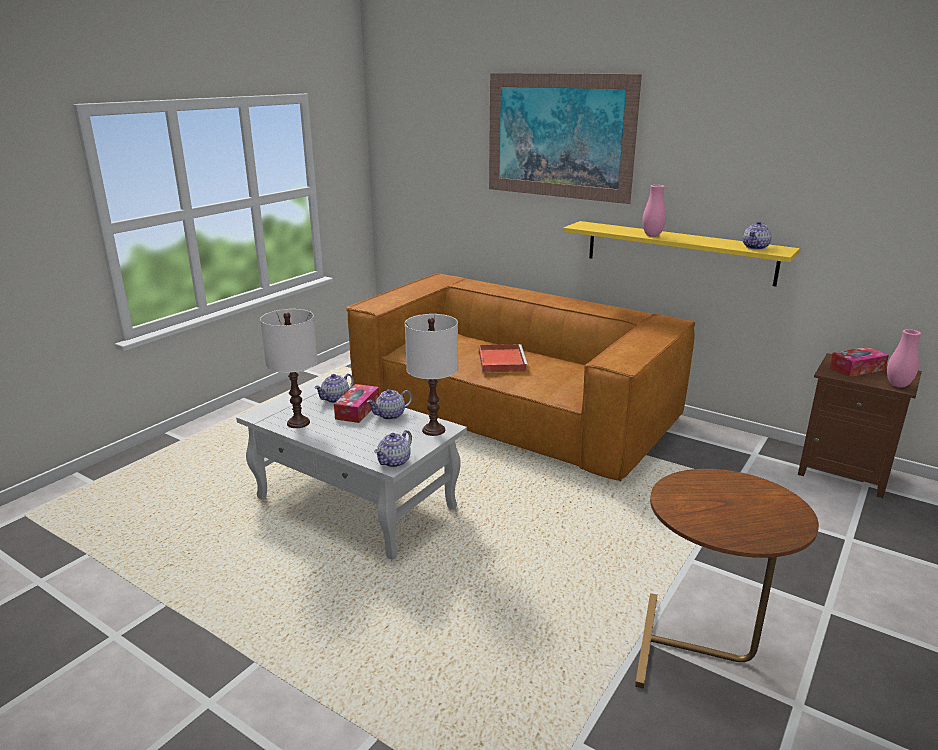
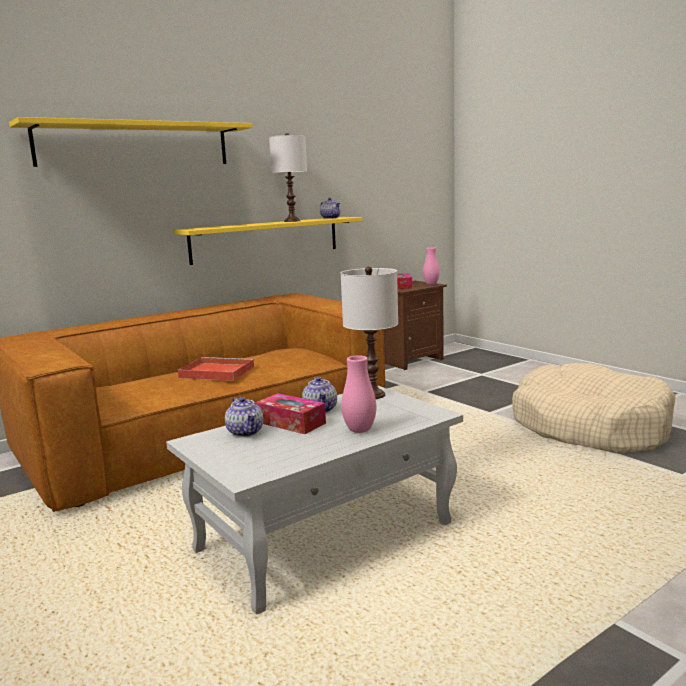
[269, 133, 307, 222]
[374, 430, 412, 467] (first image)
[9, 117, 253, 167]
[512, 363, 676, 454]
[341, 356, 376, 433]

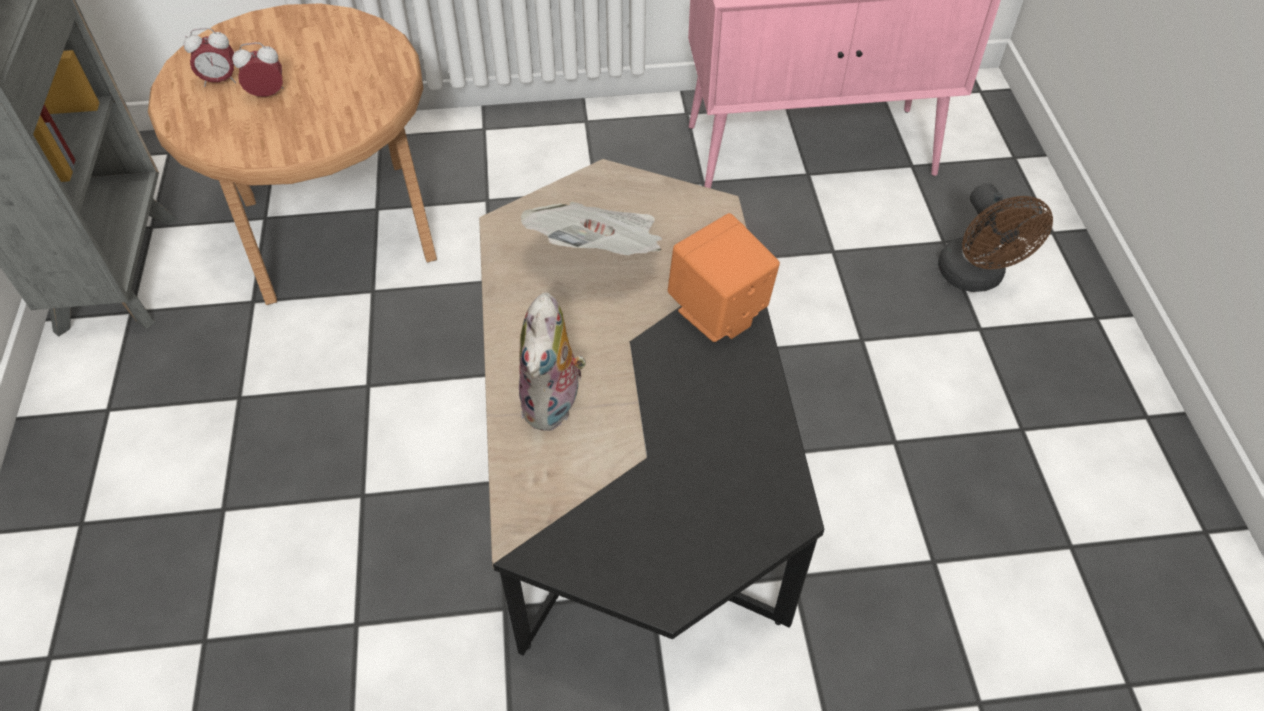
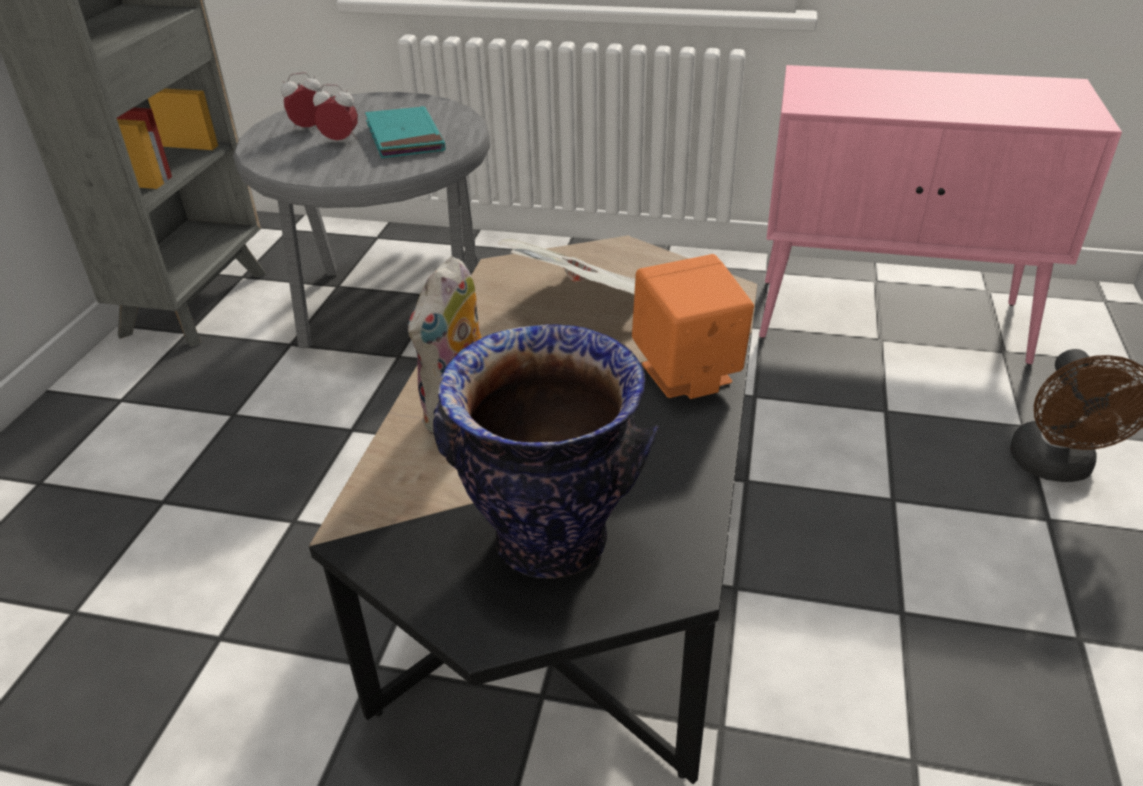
[233, 92, 490, 348]
[281, 72, 322, 129]
[365, 106, 445, 158]
[433, 324, 659, 578]

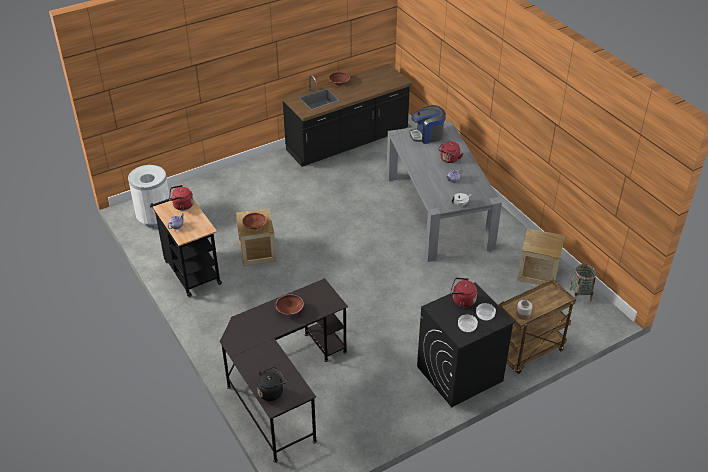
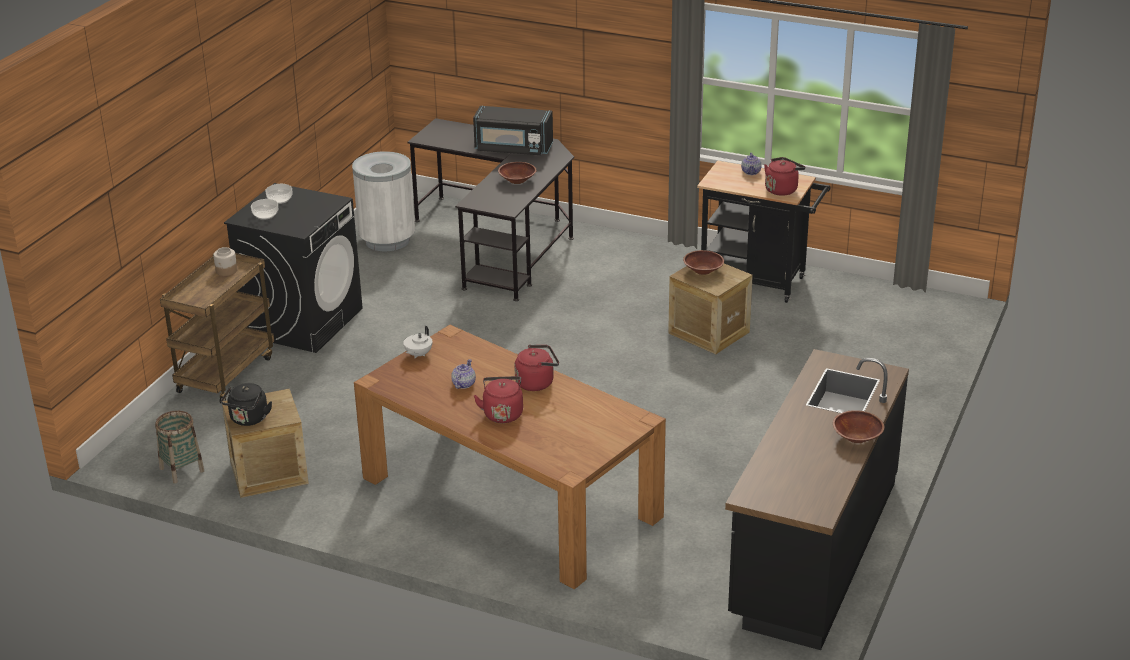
[352, 151, 415, 251]
[221, 383, 272, 426]
[354, 325, 666, 589]
[409, 105, 446, 144] (first image)
[514, 345, 559, 391]
[473, 106, 553, 155]

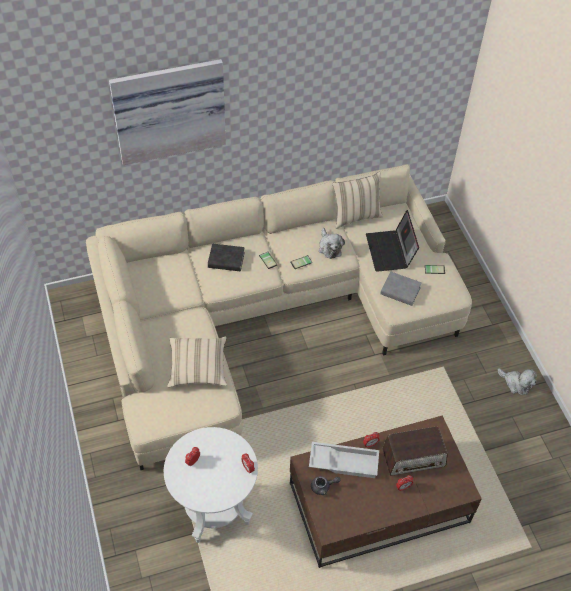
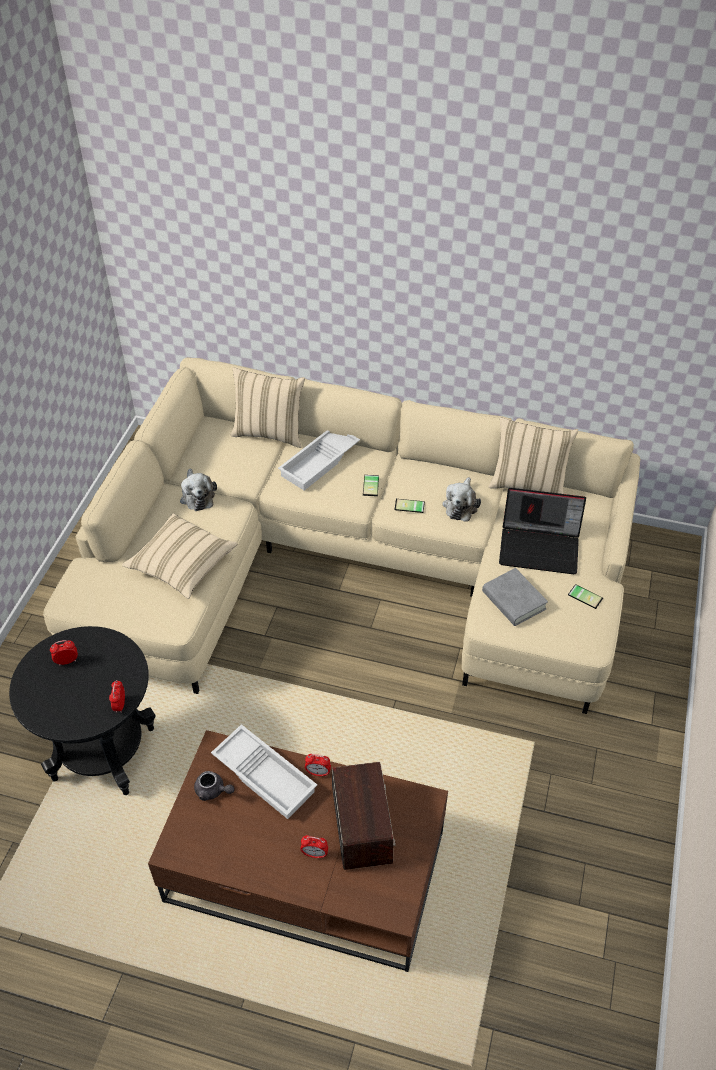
[109, 59, 226, 165] (first image)
[9, 626, 155, 795]
[278, 431, 360, 491]
[499, 488, 586, 574]
[332, 762, 396, 870]
[180, 469, 217, 511]
[231, 367, 305, 448]

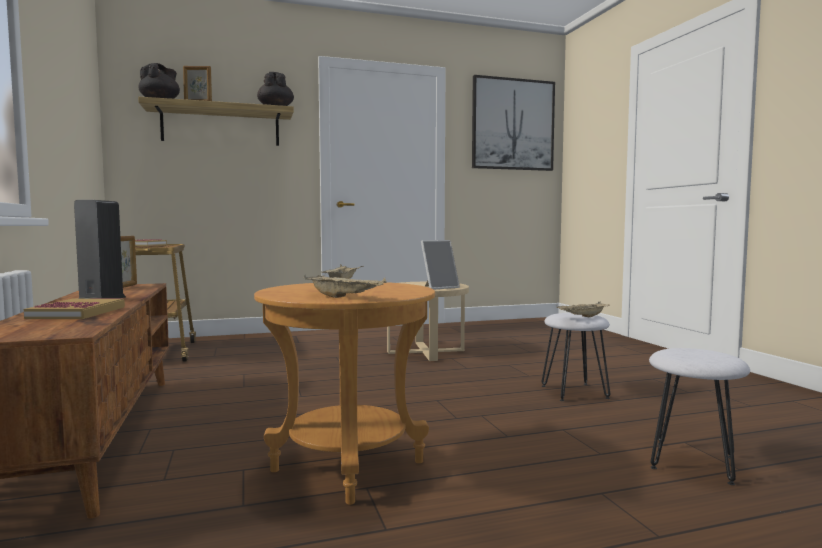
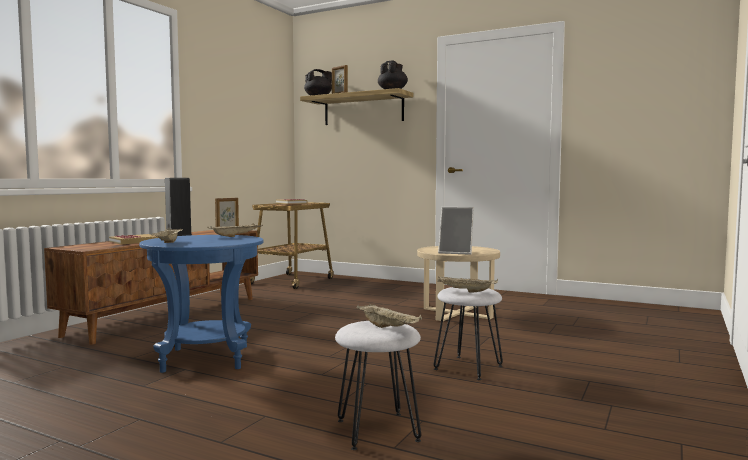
[139, 235, 264, 373]
[472, 75, 555, 171] (first image)
[357, 304, 422, 328]

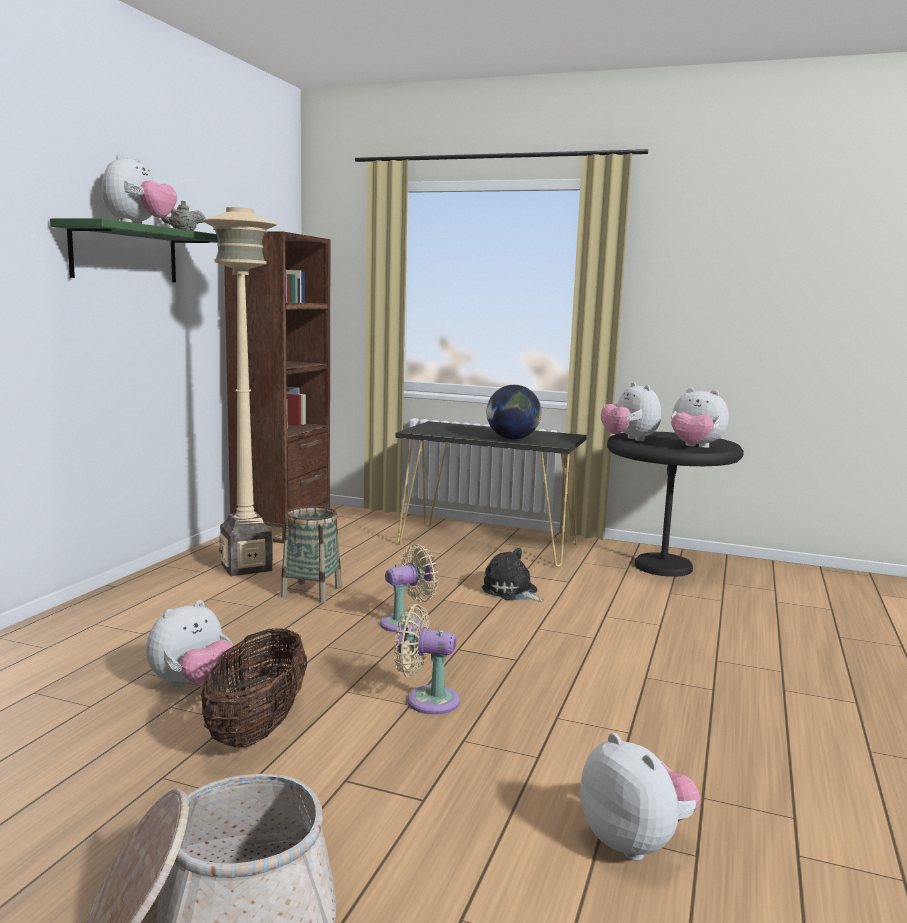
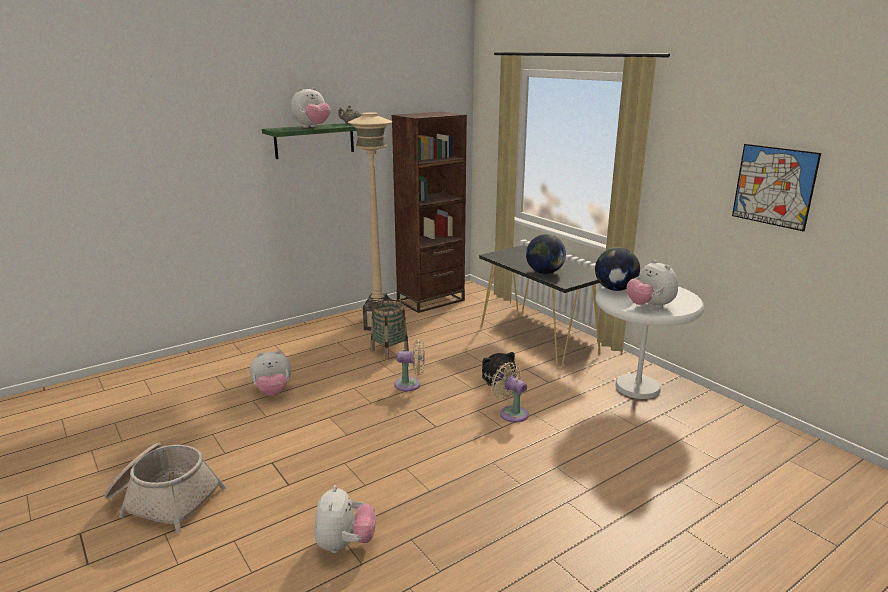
[201, 628, 307, 747] (first image)
[491, 362, 529, 423]
[595, 247, 640, 291]
[595, 286, 704, 399]
[732, 144, 821, 232]

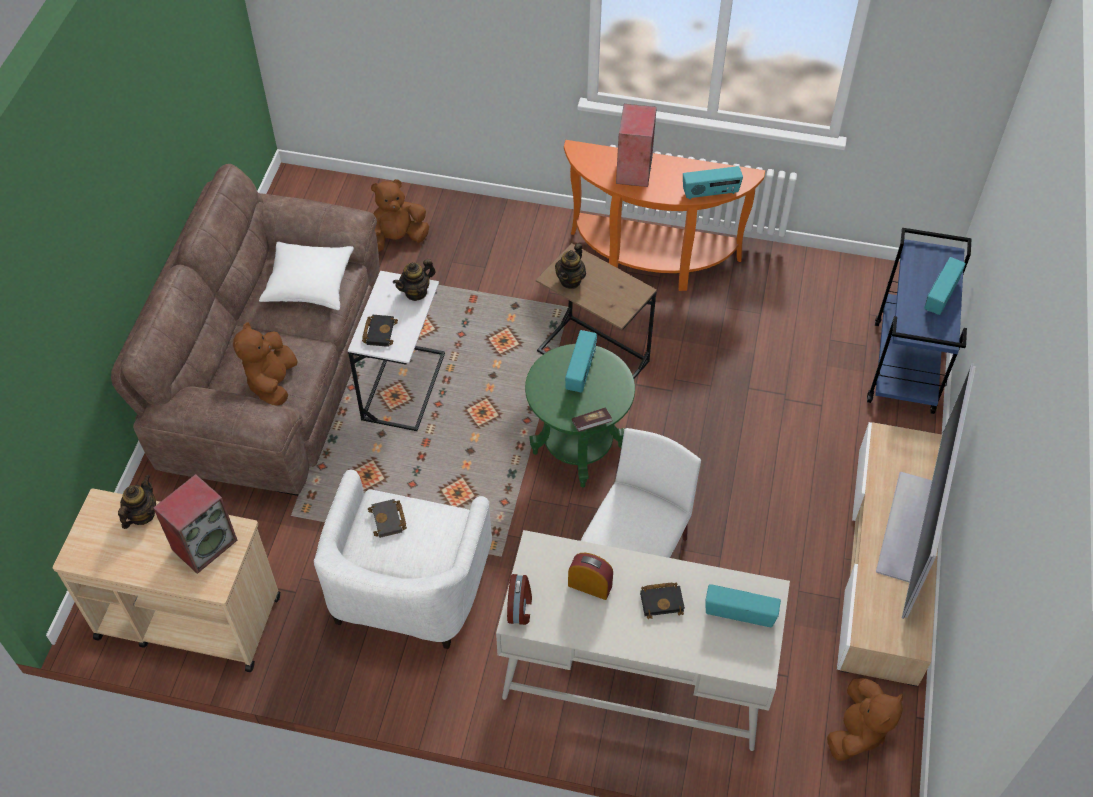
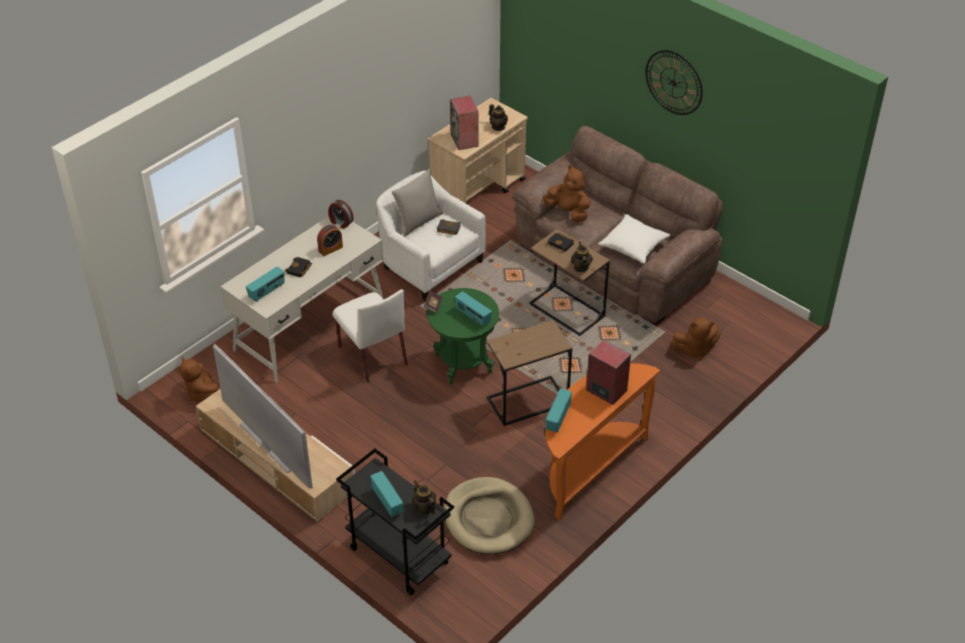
[529, 229, 610, 336]
[670, 317, 721, 360]
[412, 480, 436, 515]
[336, 449, 454, 595]
[392, 169, 443, 237]
[444, 477, 534, 554]
[645, 50, 703, 115]

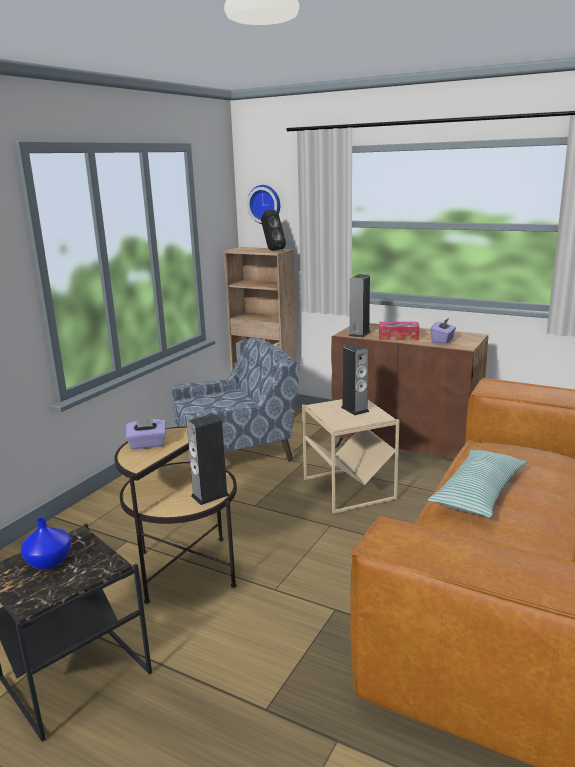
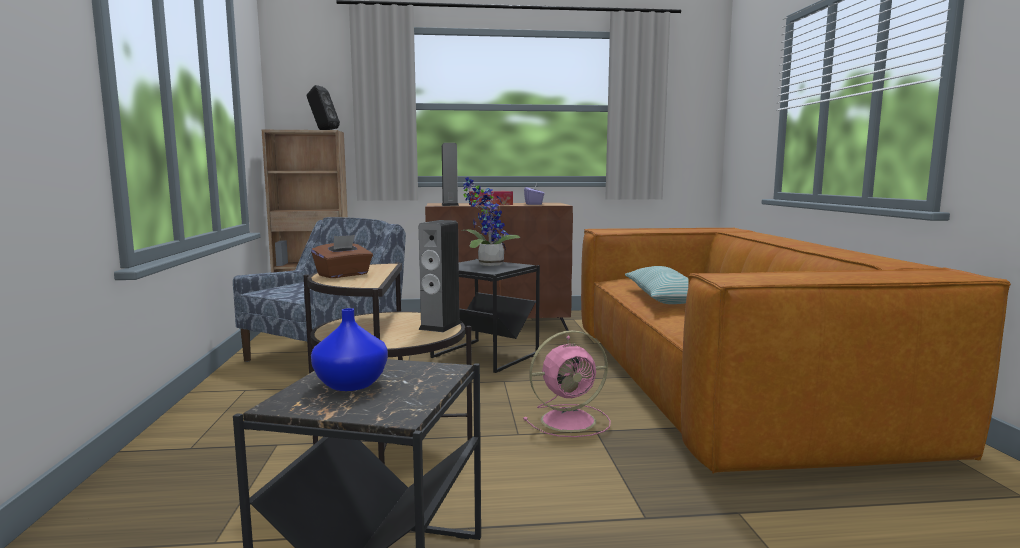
[311, 235, 373, 278]
[247, 185, 280, 224] (first image)
[430, 259, 540, 373]
[461, 177, 520, 266]
[523, 330, 611, 437]

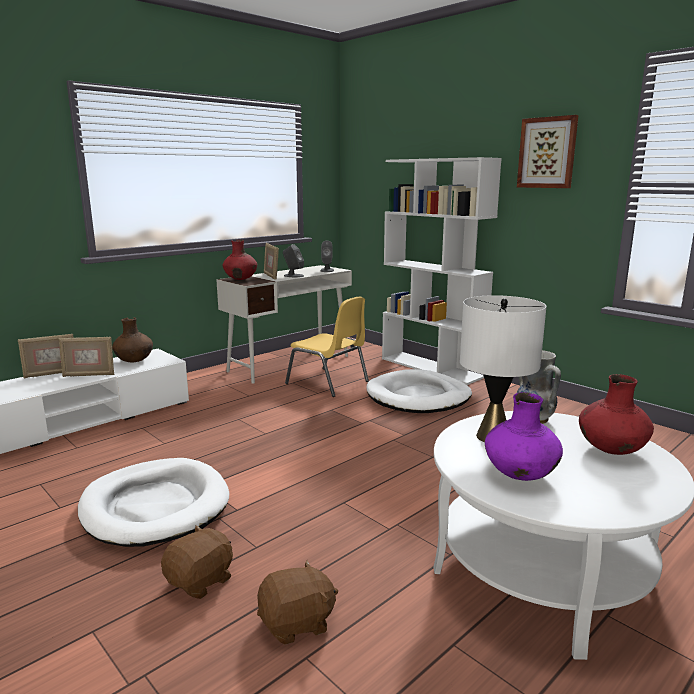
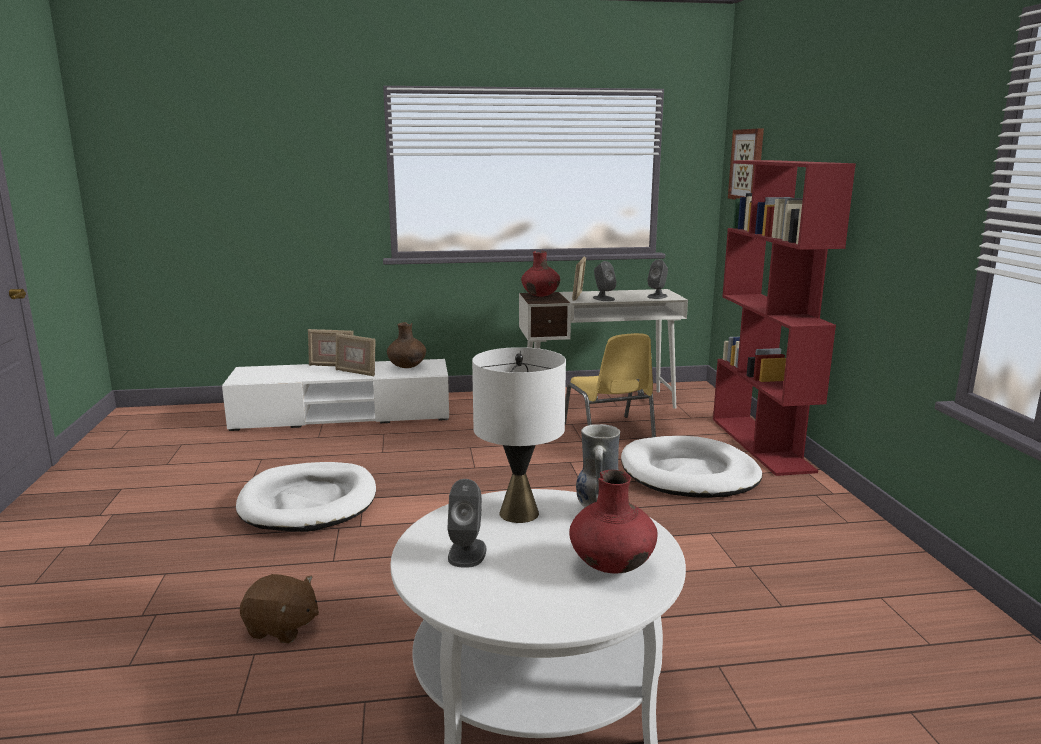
[161, 525, 233, 599] (first image)
[713, 160, 856, 476]
[447, 479, 487, 568]
[728, 129, 764, 200]

